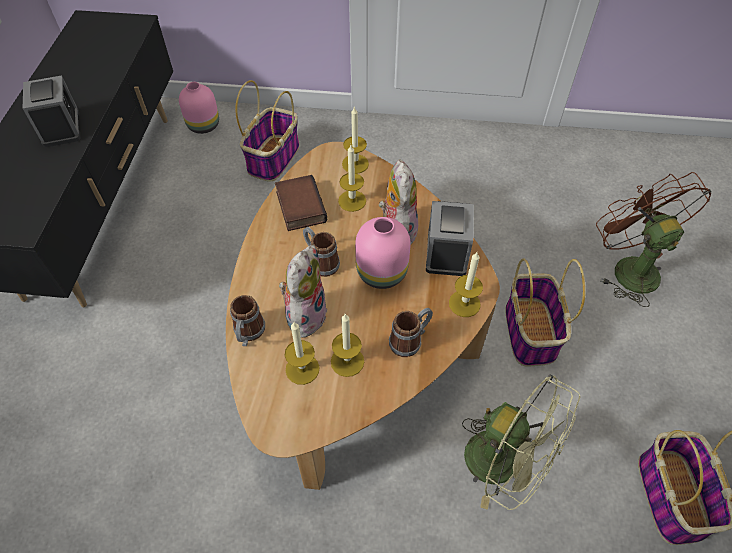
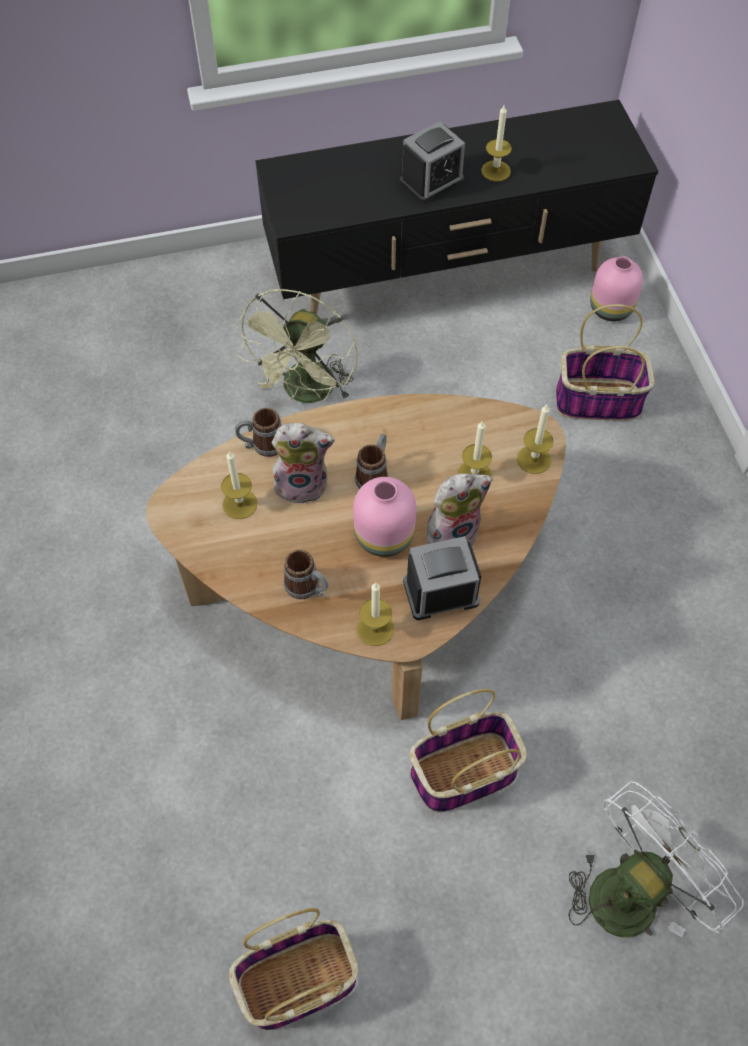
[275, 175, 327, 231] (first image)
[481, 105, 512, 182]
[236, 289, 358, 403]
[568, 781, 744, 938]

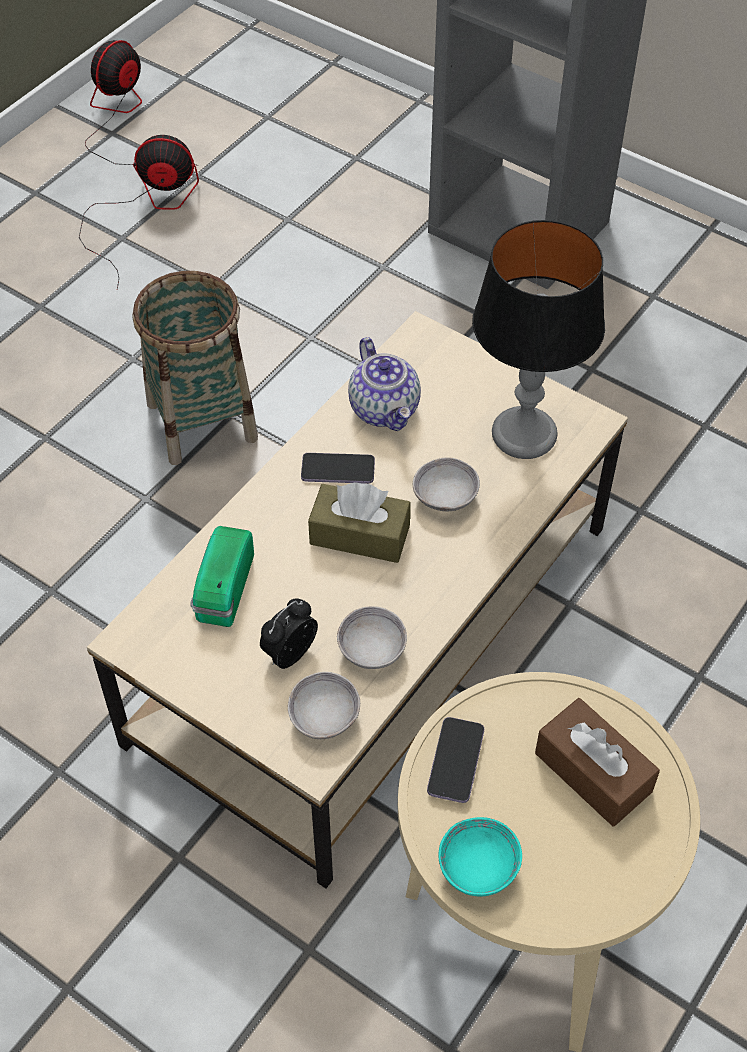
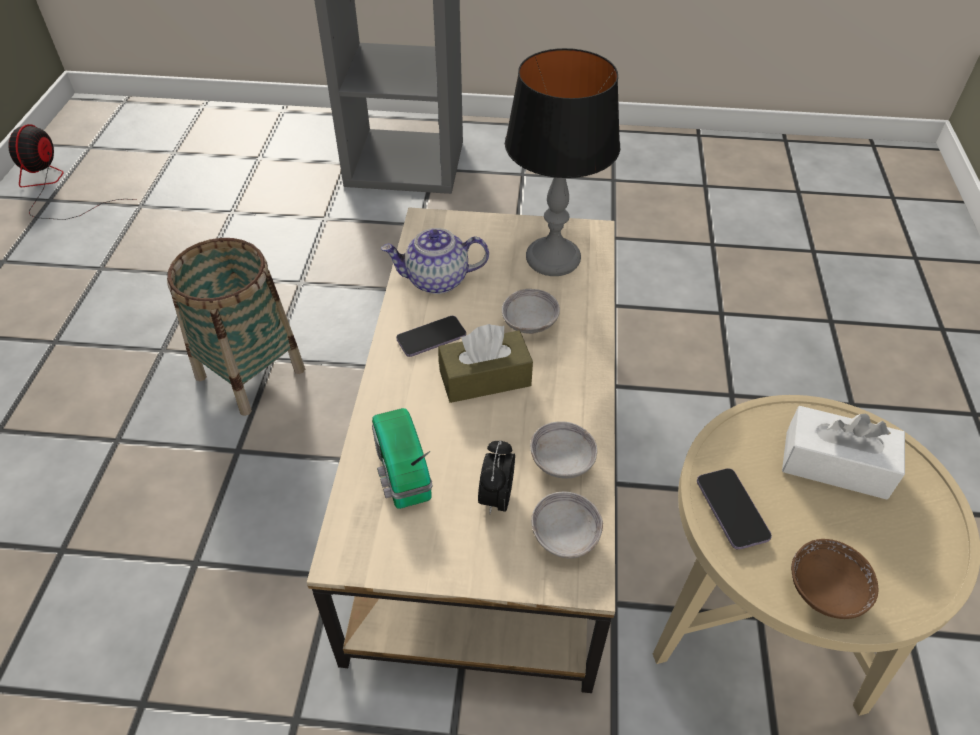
[79, 135, 199, 289] (first image)
[381, 228, 489, 294]
[791, 539, 878, 619]
[782, 406, 905, 500]

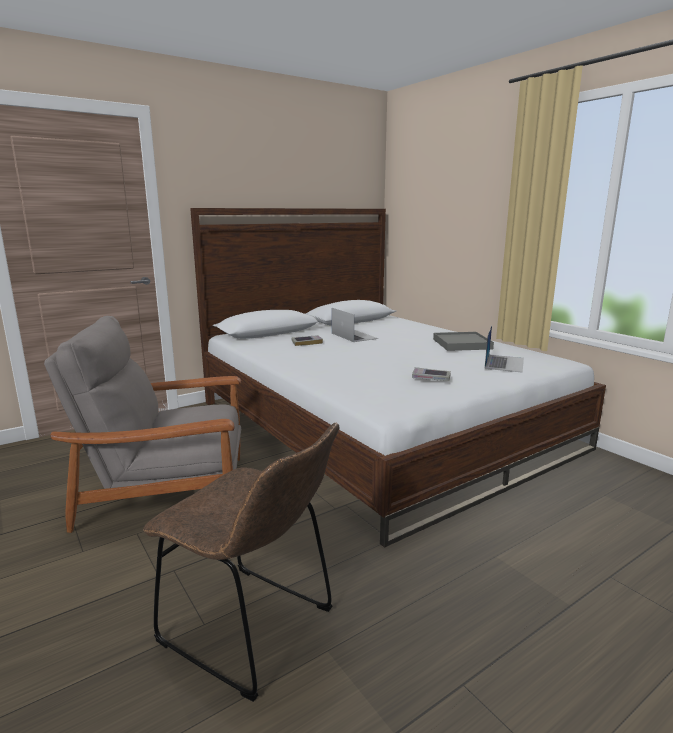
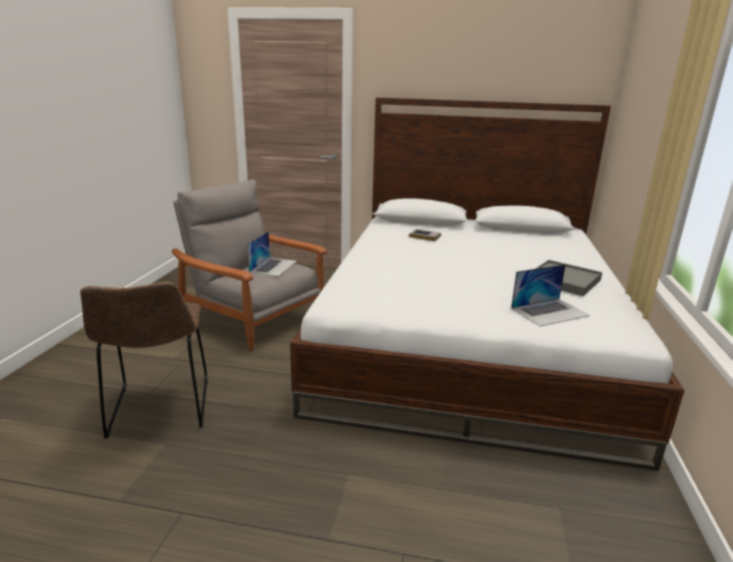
[247, 231, 297, 277]
[412, 367, 451, 381] (first image)

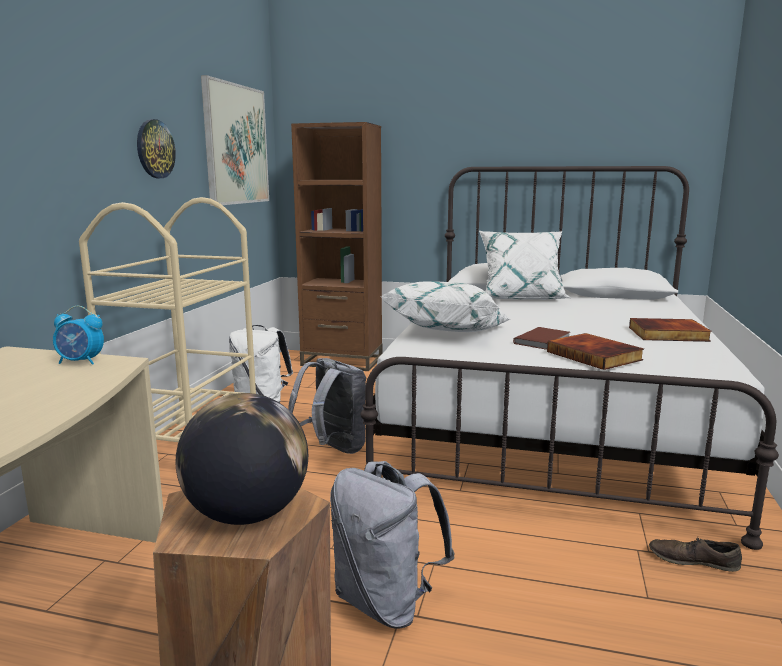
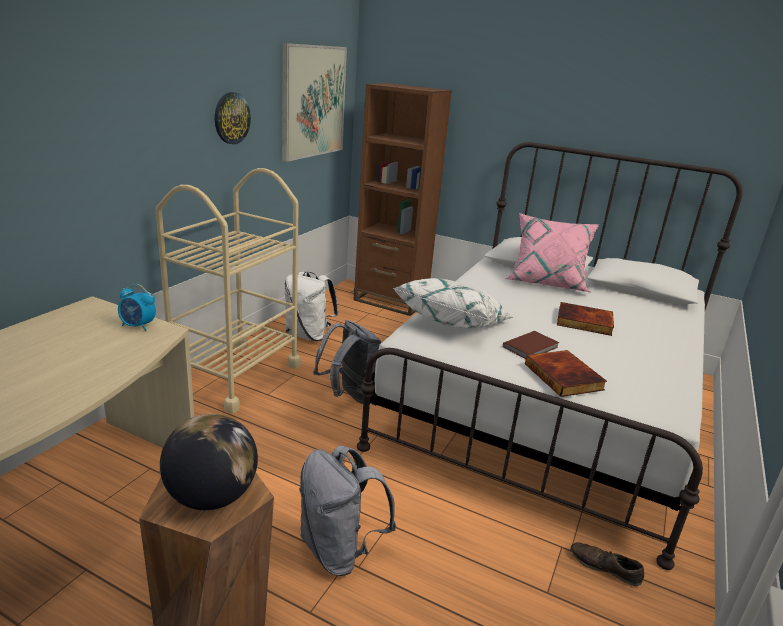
[505, 213, 599, 292]
[557, 302, 614, 336]

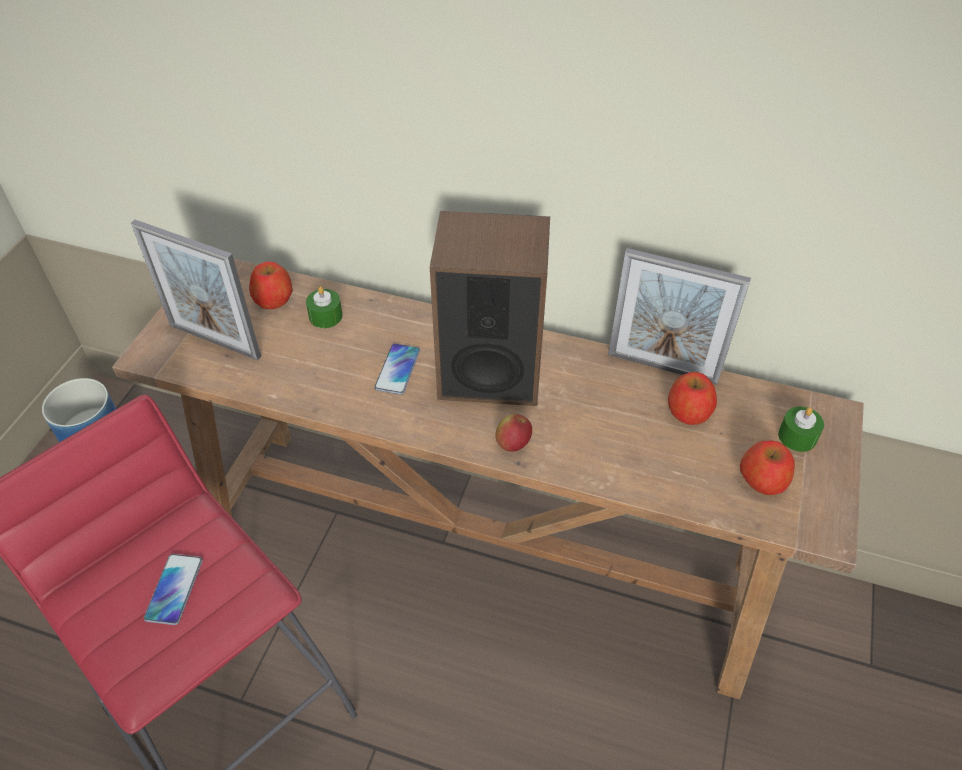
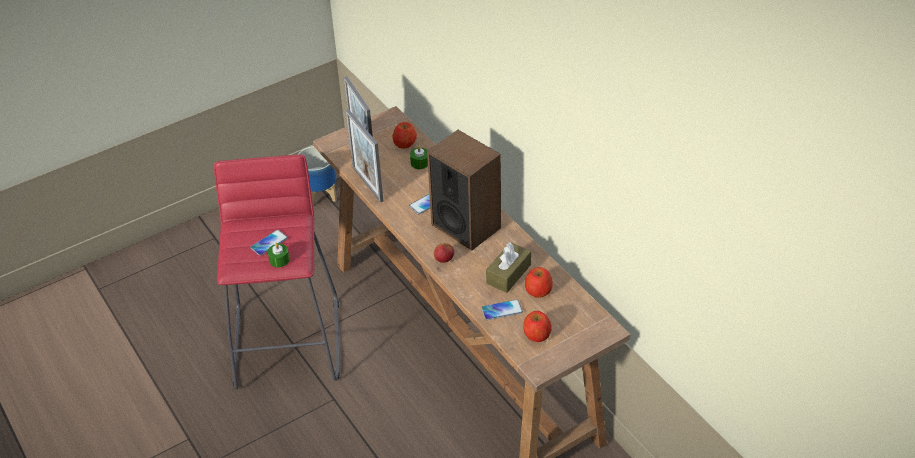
[346, 109, 383, 202]
[268, 243, 290, 267]
[481, 299, 523, 320]
[486, 242, 531, 293]

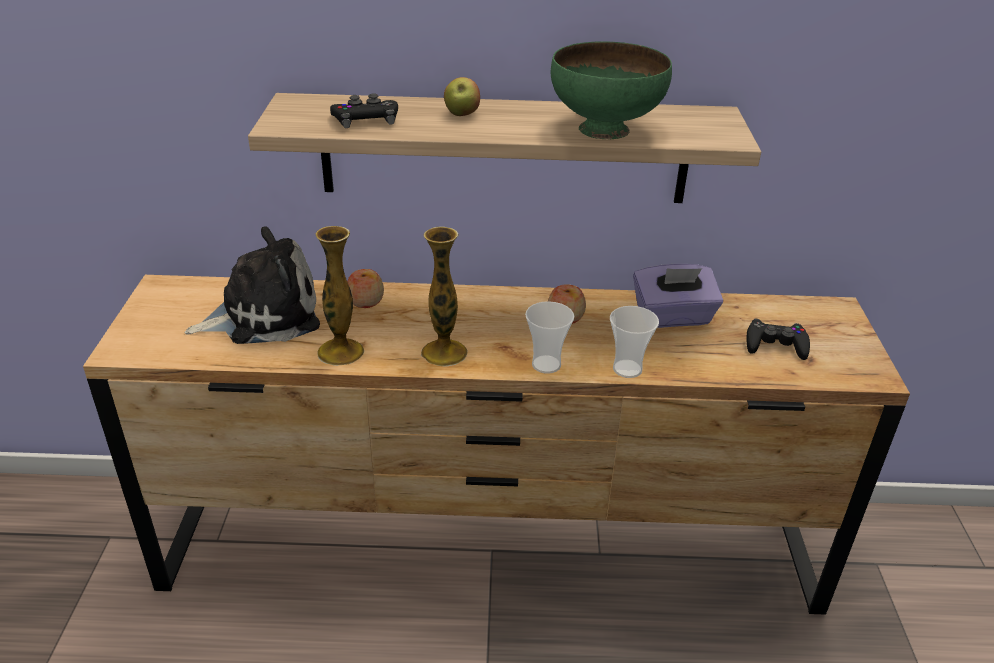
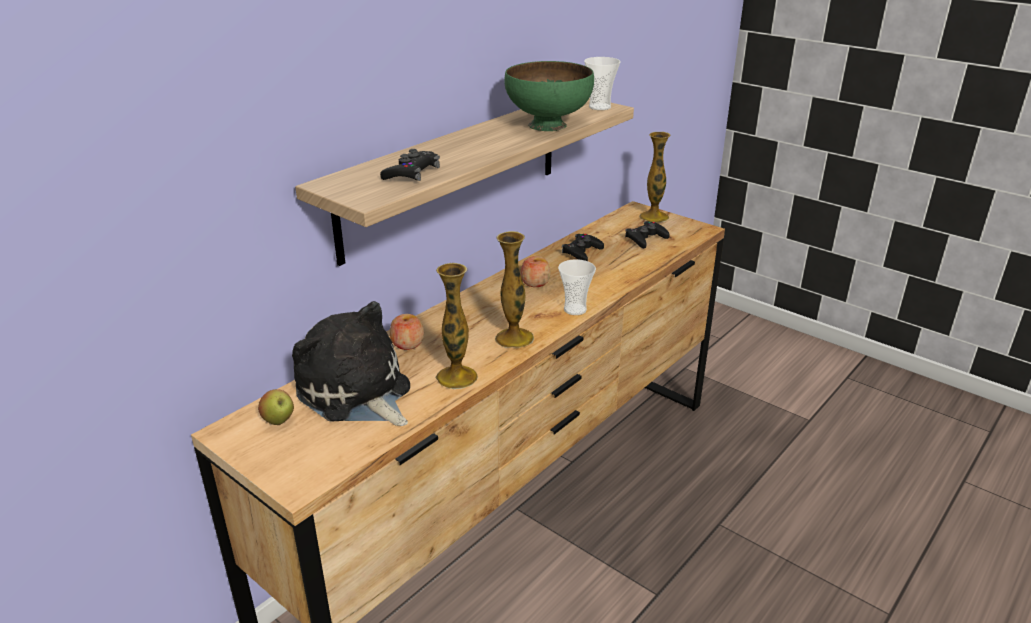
[292, 301, 410, 426]
[258, 389, 294, 425]
[584, 57, 621, 110]
[562, 234, 604, 261]
[639, 132, 670, 223]

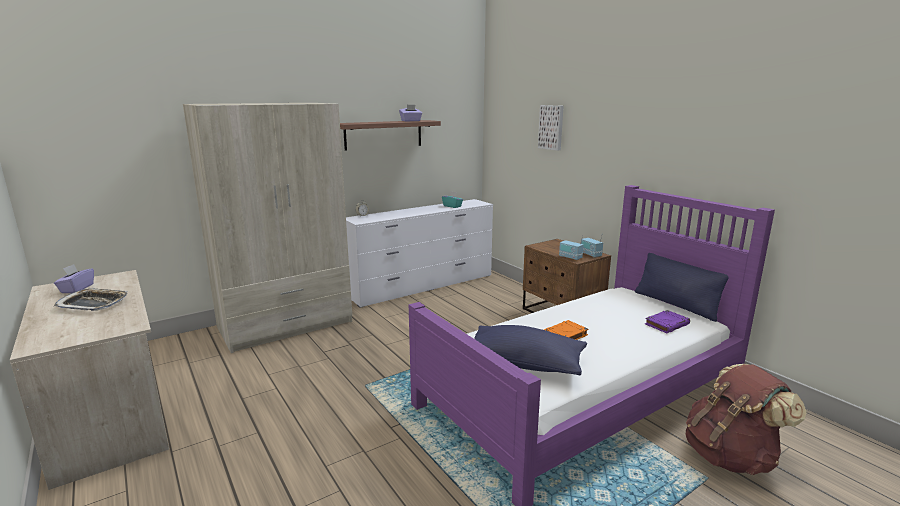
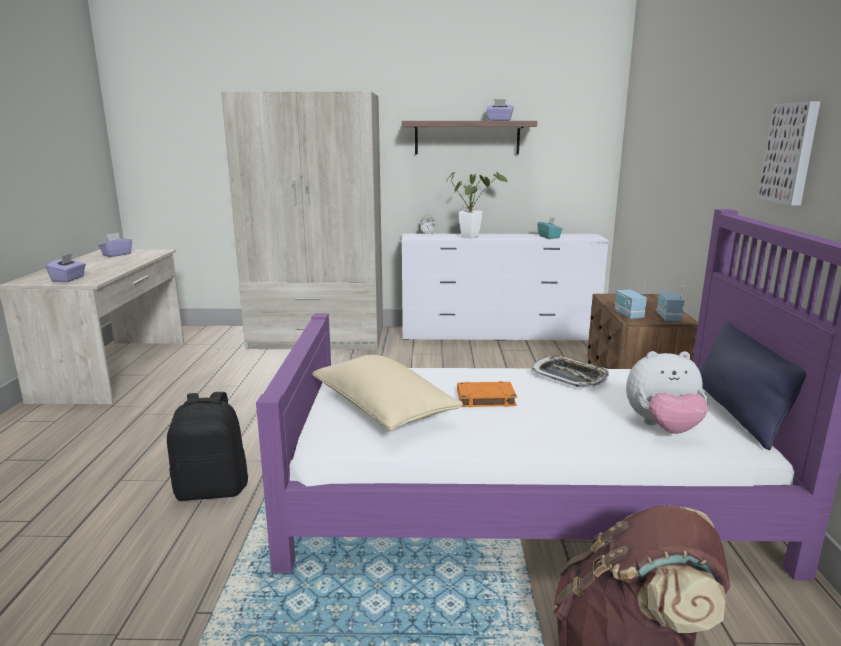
[531, 355, 609, 388]
[313, 355, 463, 431]
[758, 102, 820, 206]
[626, 351, 708, 434]
[46, 253, 86, 282]
[167, 392, 248, 501]
[447, 172, 507, 238]

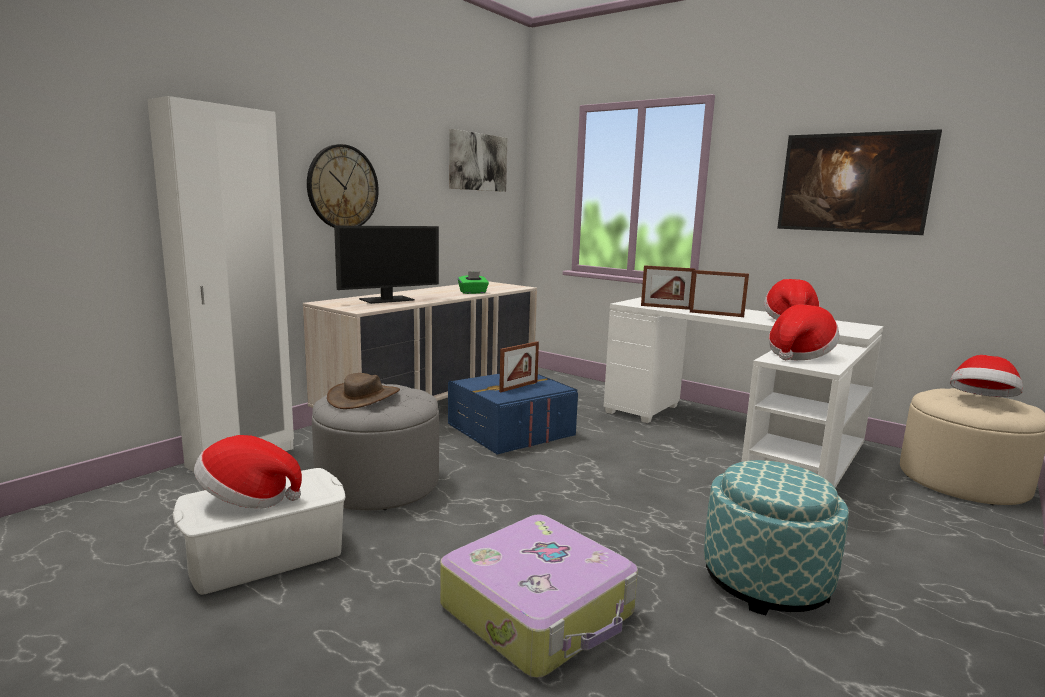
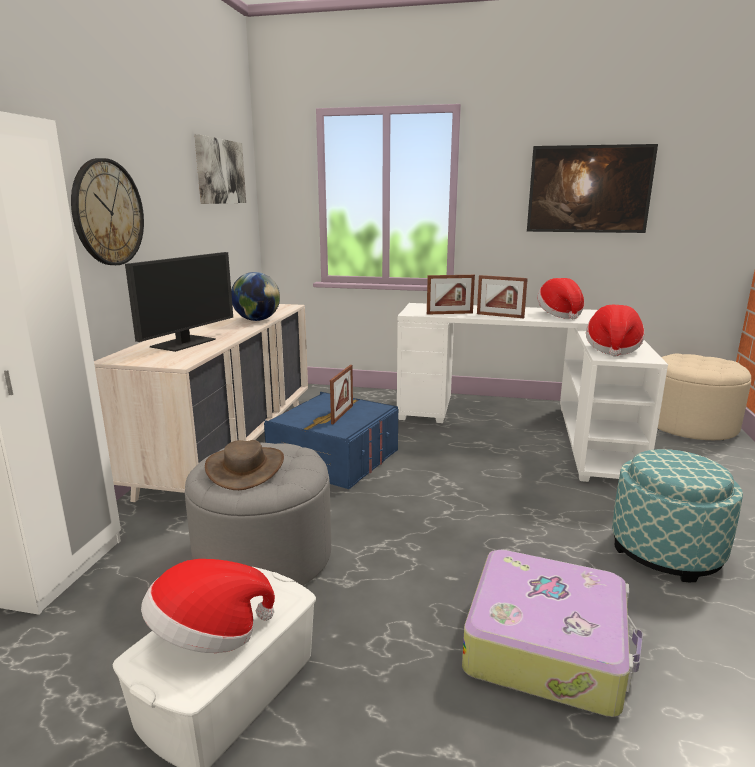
[231, 272, 280, 321]
[477, 275, 528, 319]
[950, 355, 1023, 397] (first image)

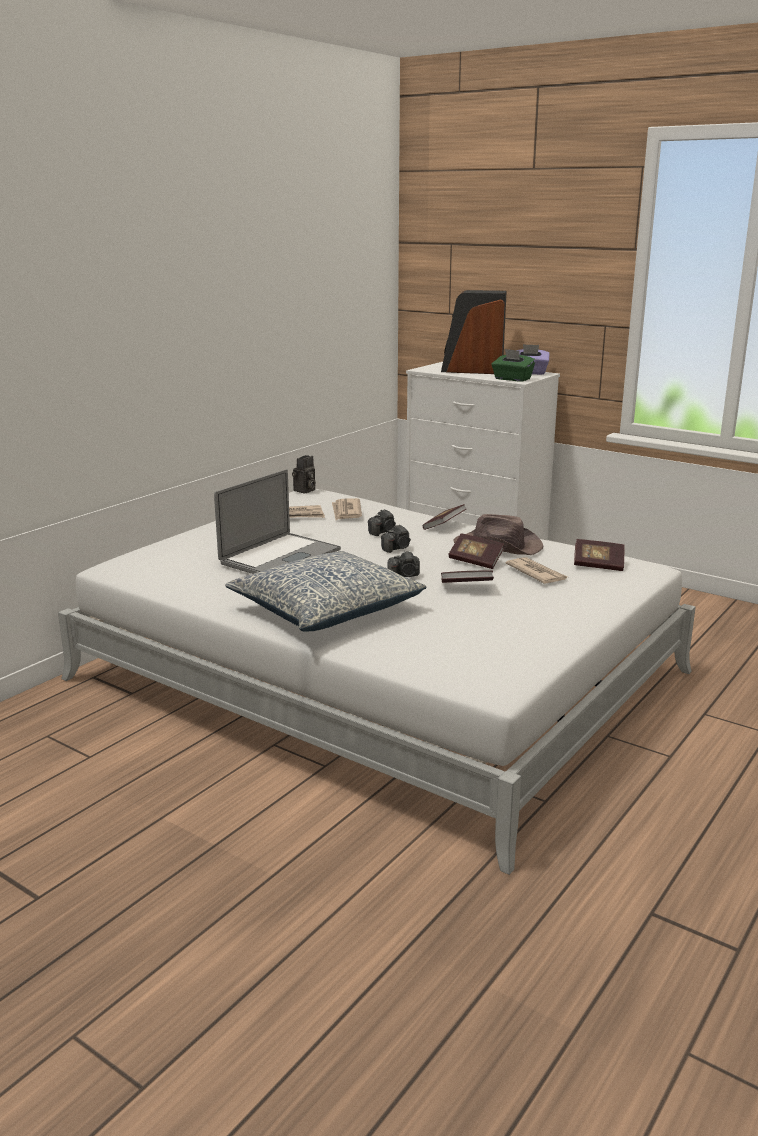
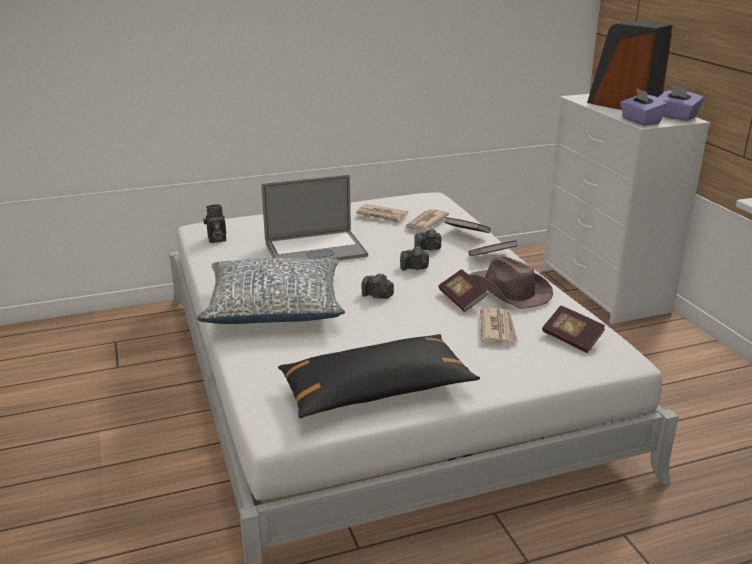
[203, 204, 226, 243]
[445, 217, 491, 233]
[620, 88, 667, 126]
[278, 334, 480, 418]

